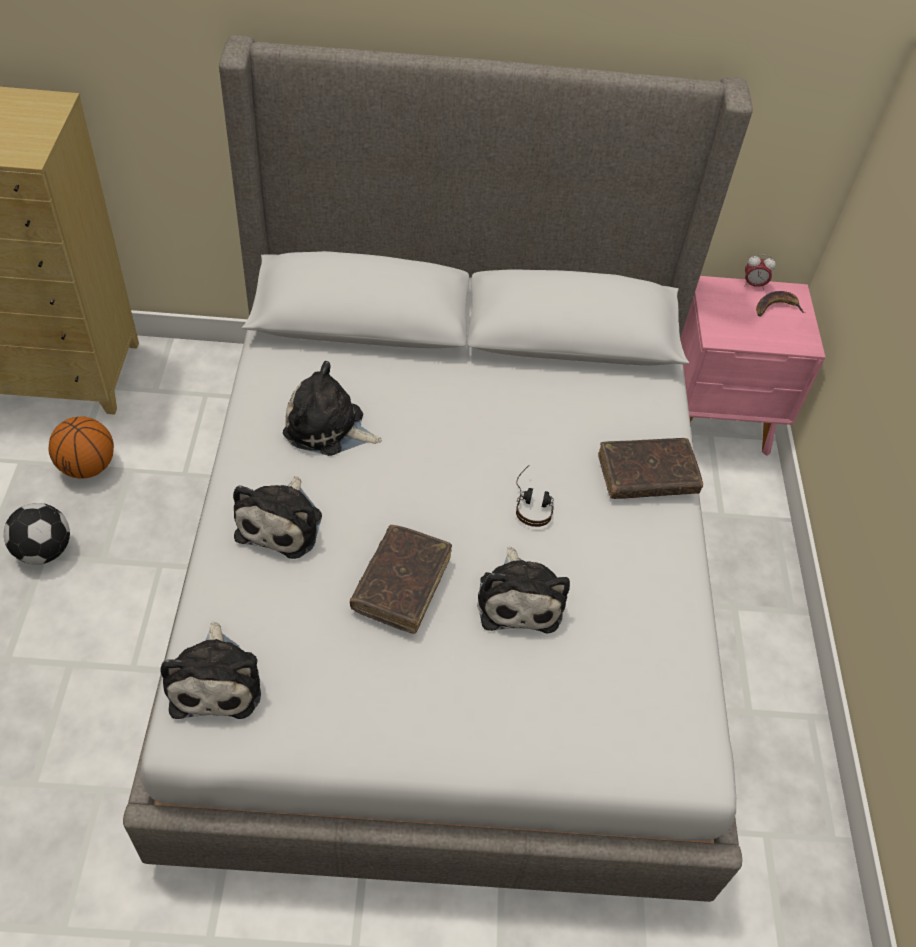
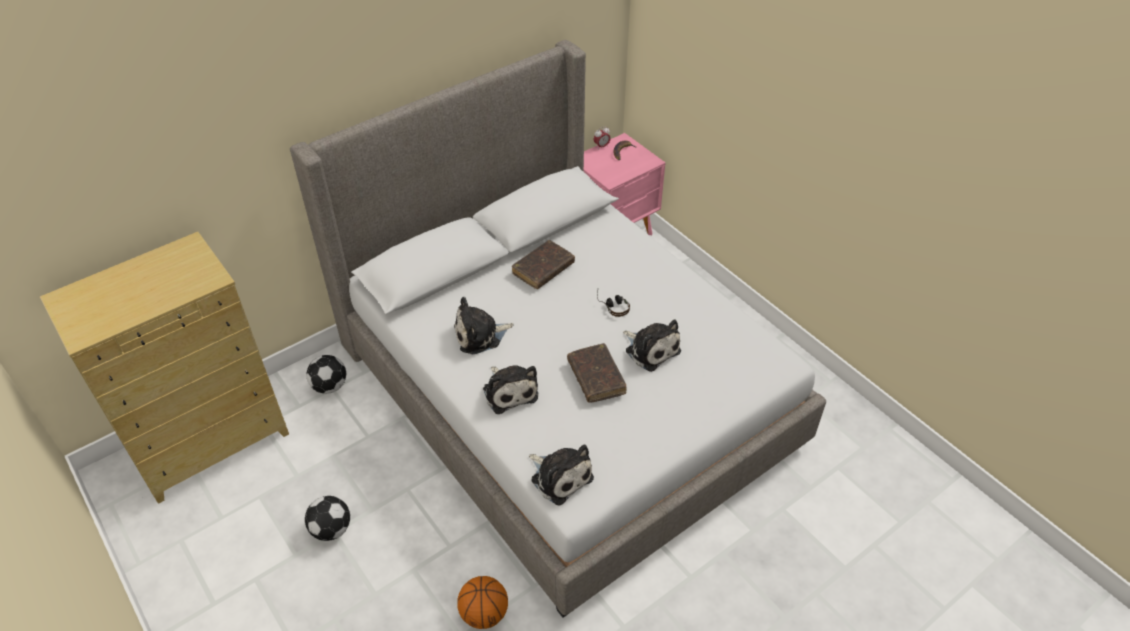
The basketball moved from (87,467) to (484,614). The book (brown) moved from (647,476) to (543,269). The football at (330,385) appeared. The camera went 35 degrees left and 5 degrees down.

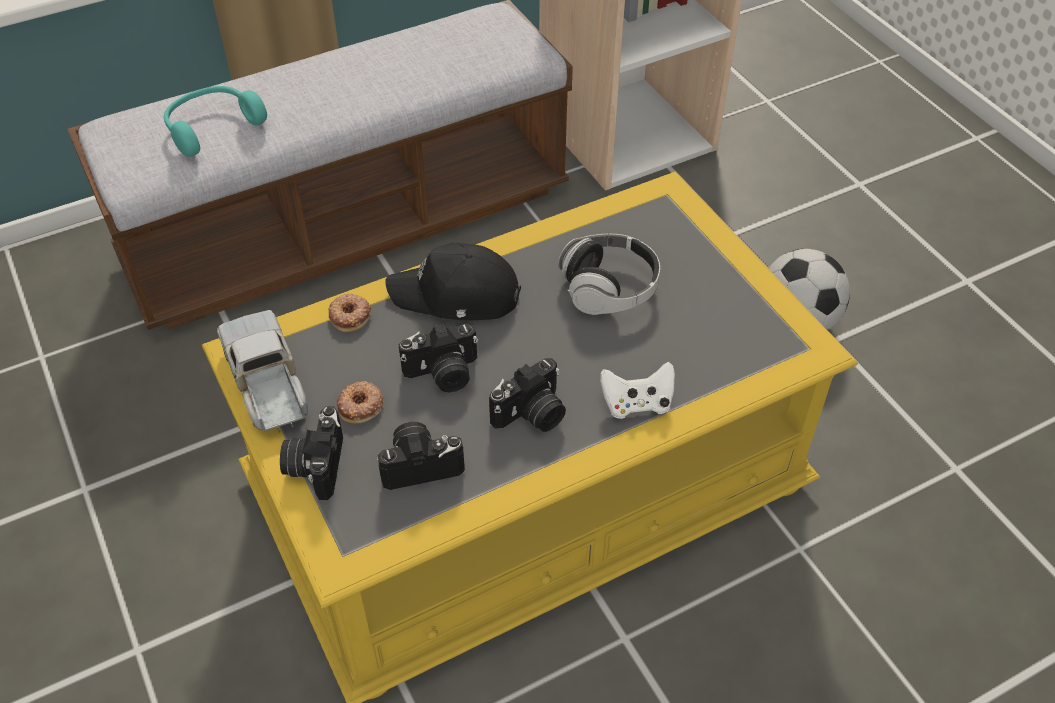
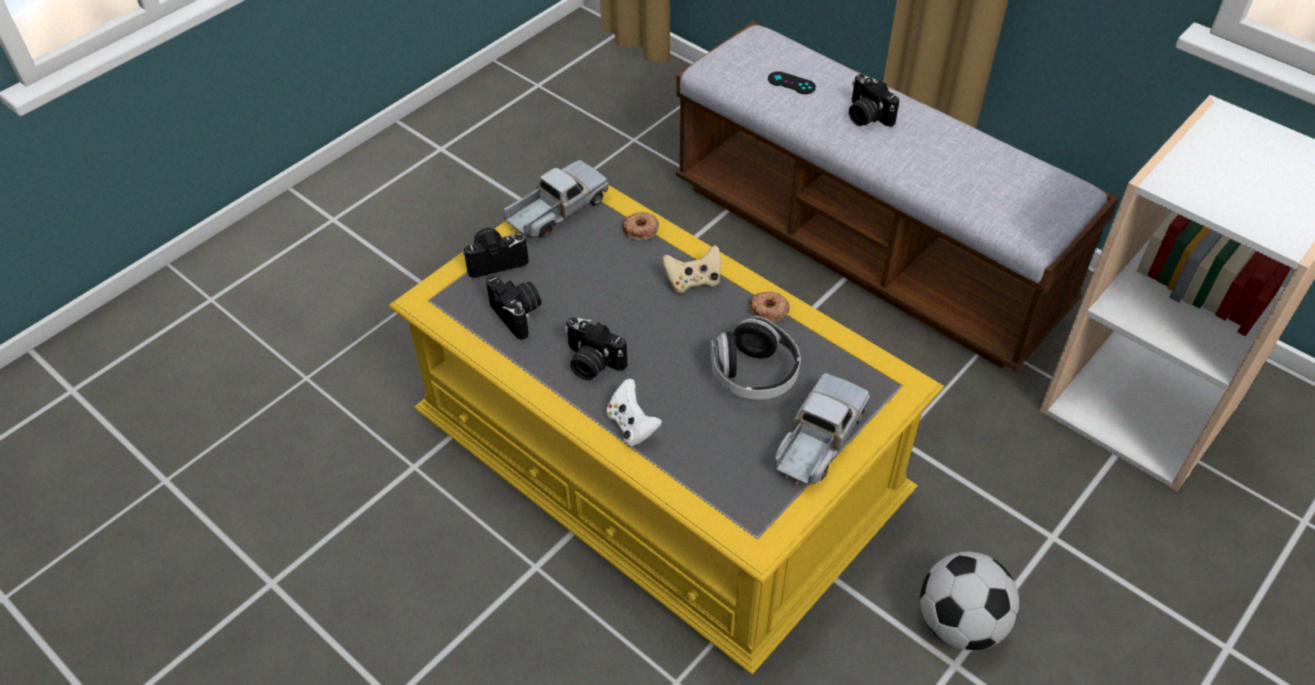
The headphones (turquoise) at (212,127) was replaced by the game controller (black) at (791,83). The cap (black) at (456,296) was replaced by the game controller (beige) at (693,281). The photo camera moved from (443,374) to (866,116). The donut moved from (361,405) to (769,310). The toy truck at (818,440) appeared. The camera went 70 degrees right and 0 degrees up.

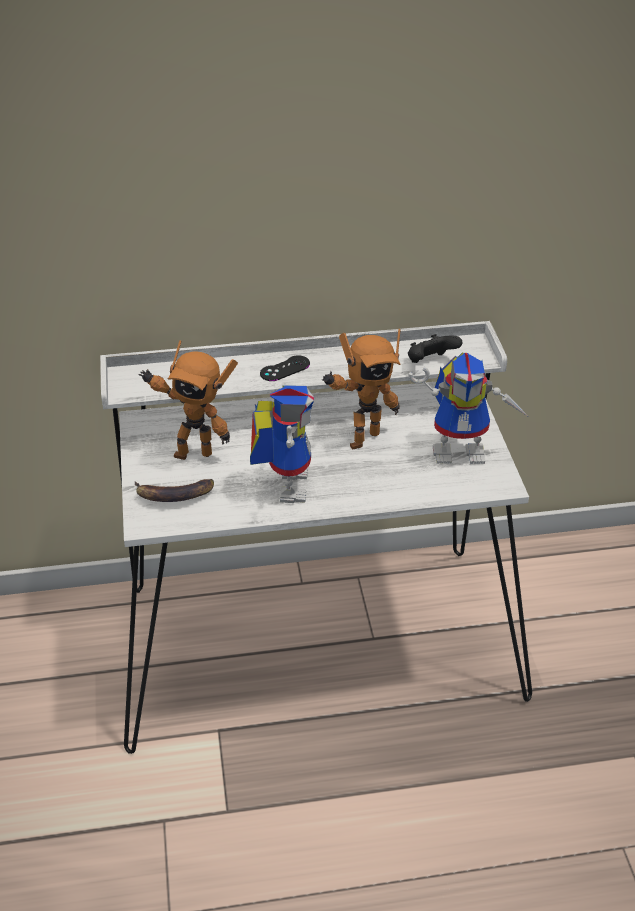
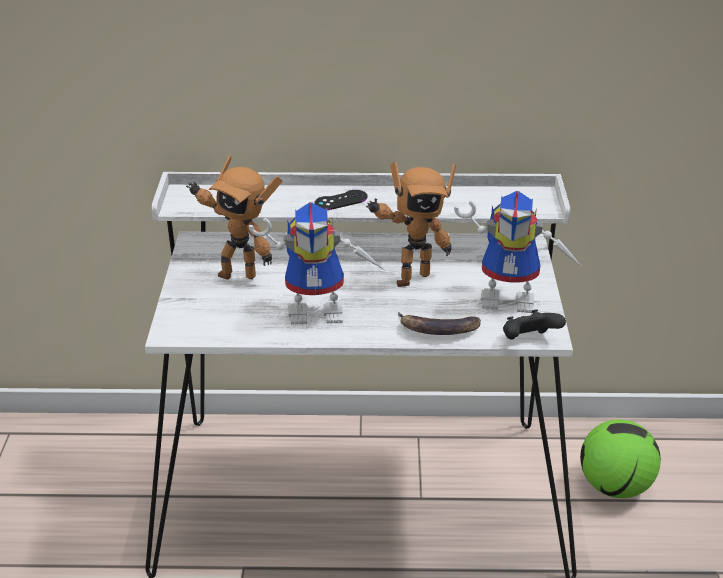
The game controller (black) moved from (430,362) to (528,340). The toy robot at (284,482) turned 75 degrees clockwise. The banana moved from (173,495) to (437,329). The football at (615,485) appeared. The camera went 10 degrees right and 5 degrees down.

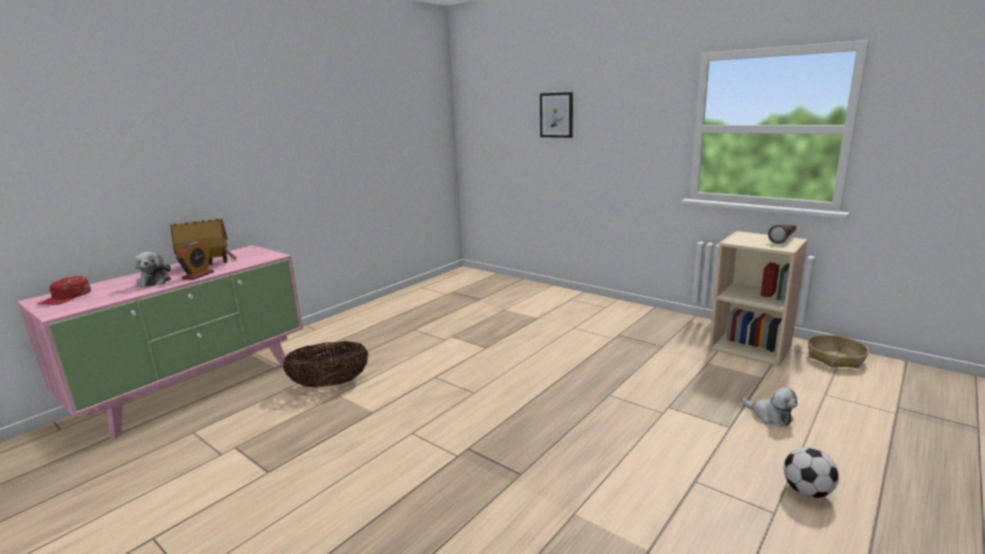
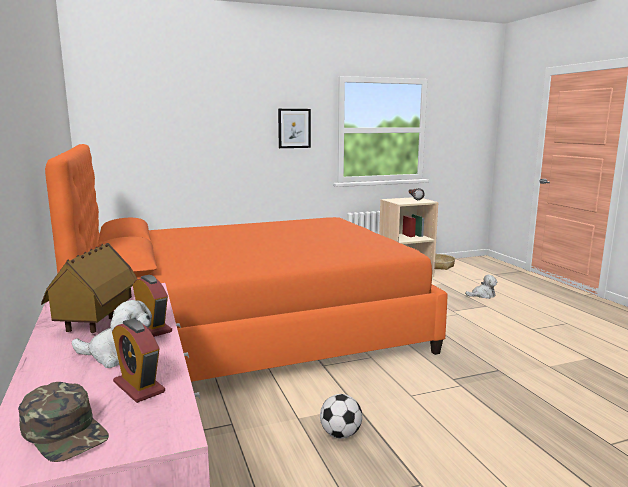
The picture moved from (556,115) to (294,128). The cap (red) at (66,297) became the cap (green) at (65,431). The basket at (330,384) disappeared. The football moved from (807,491) to (340,434). The bed (orange) at (251,333) appeared. The alarm clock at (139,387) appeared. The camera went 60 degrees left and 5 degrees down.

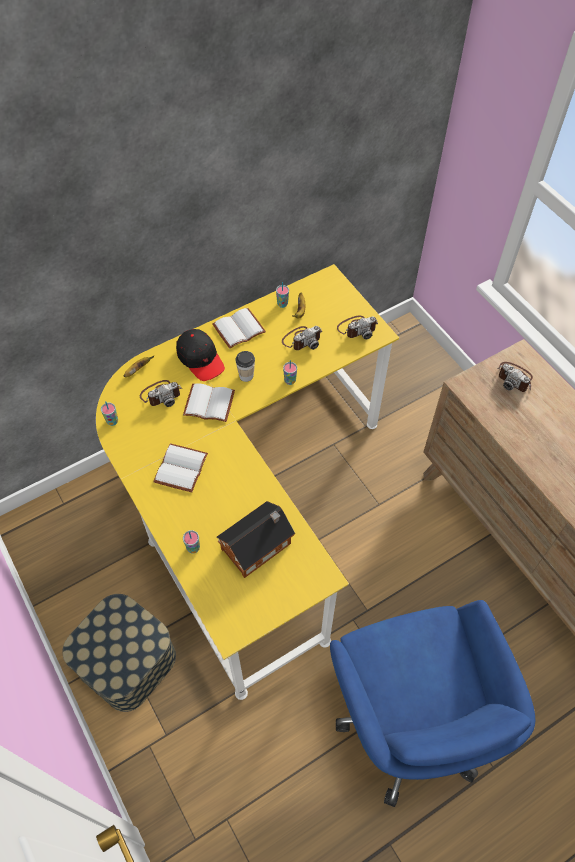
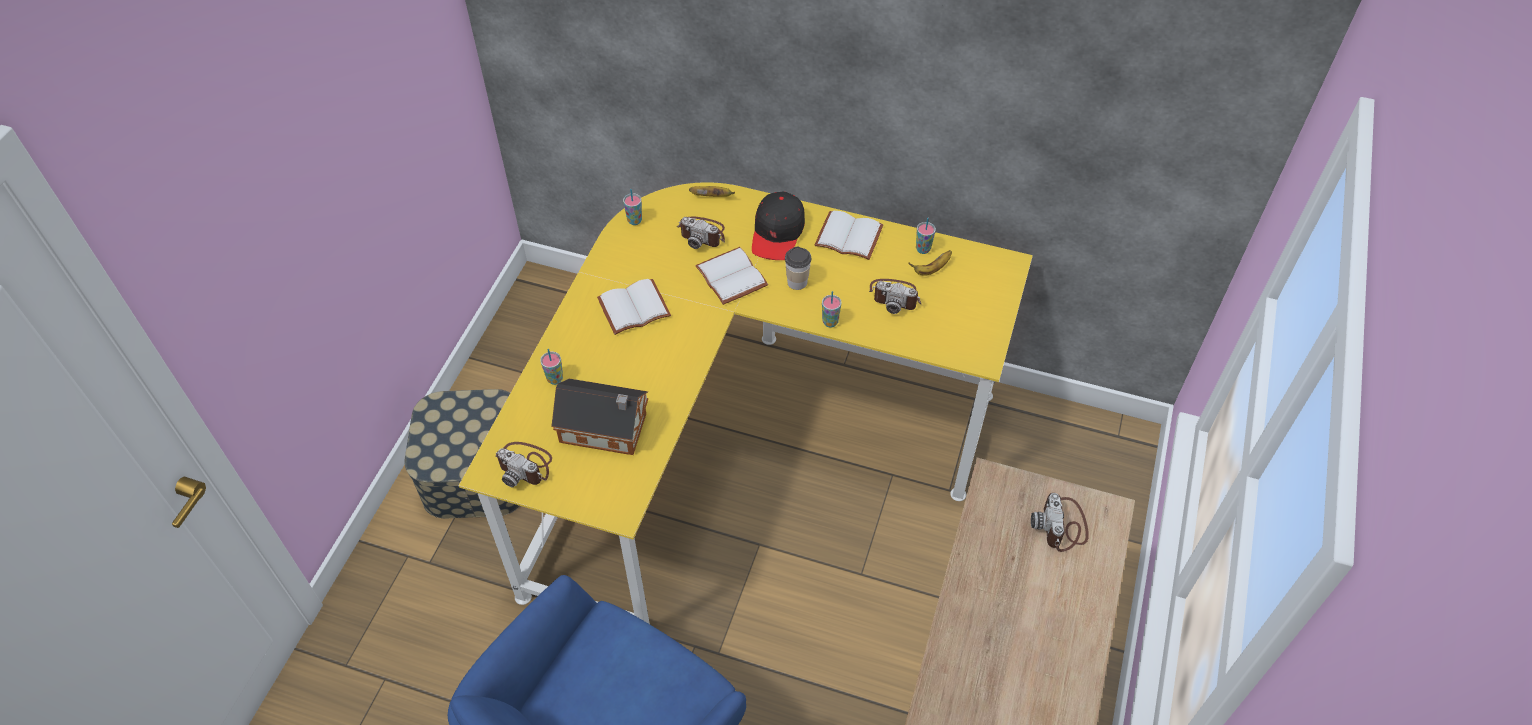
The photo camera moved from (357,328) to (525,465). The camera went 50 degrees right and 5 degrees down.

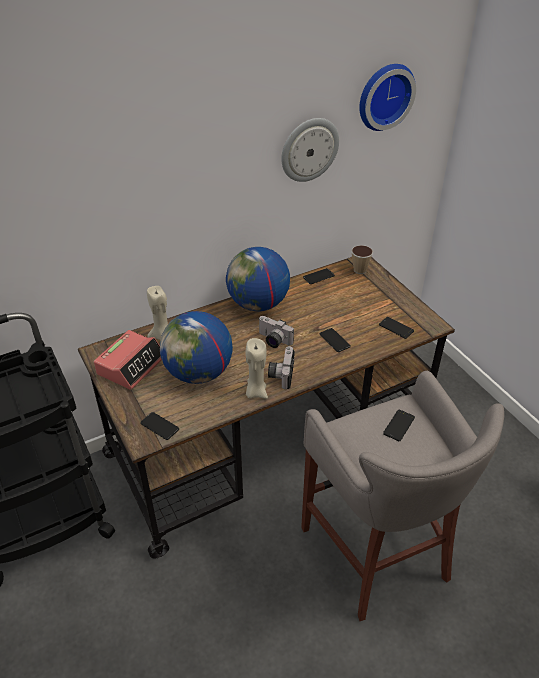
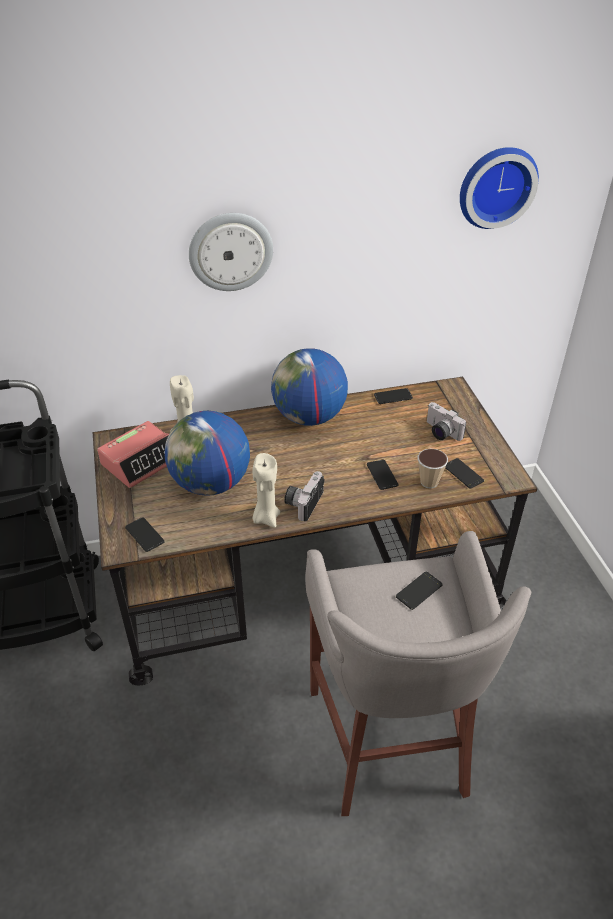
The wall clock moved from (309,149) to (230,251). The cup moved from (360,270) to (429,482). The photo camera moved from (273,340) to (440,432). The camera went 15 degrees right and 0 degrees up.

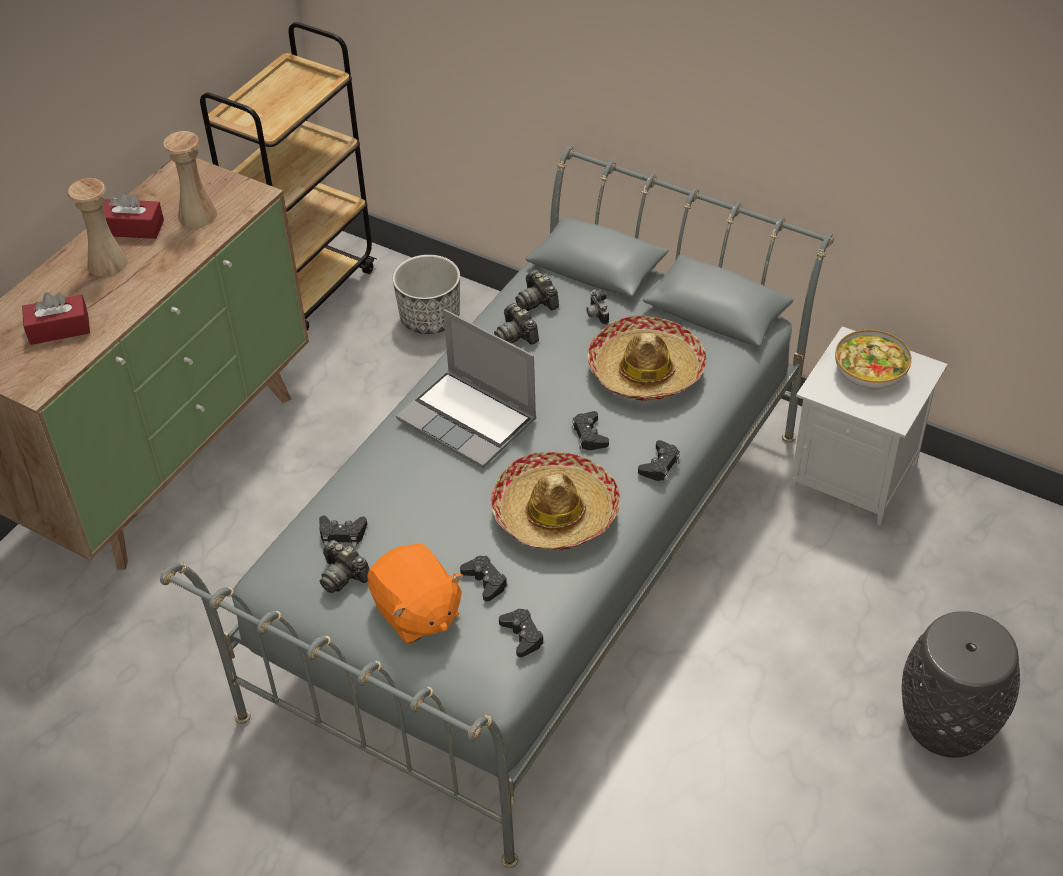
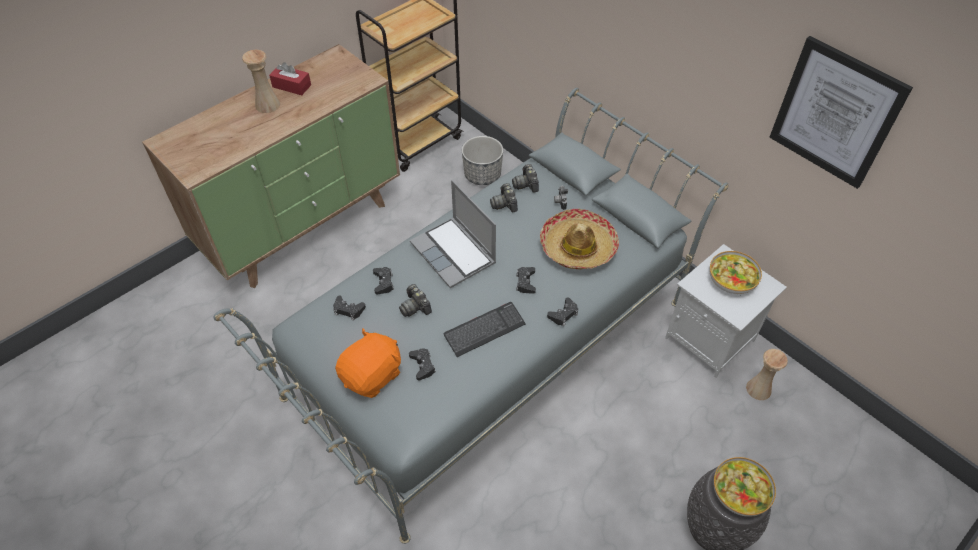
The vase (beige) moved from (197,215) to (758,389). The tissue box (red) at (59,329) disappeared. The hat at (555,512) was replaced by the keyboard at (484,330). The photo camera moved from (343,575) to (415,307). The plush toy (orange) at (416,613) turned 120 degrees counterclockwise. The game controller (black) moved from (522,635) to (383,282). The picture at (835,113) appeared. The bowl at (739,493) appeared. The camera went 15 degrees right and 5 degrees up.

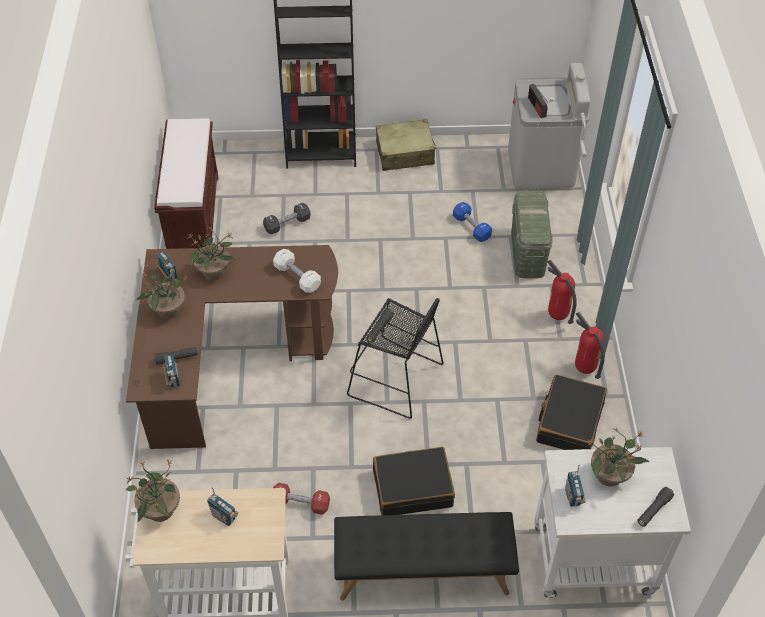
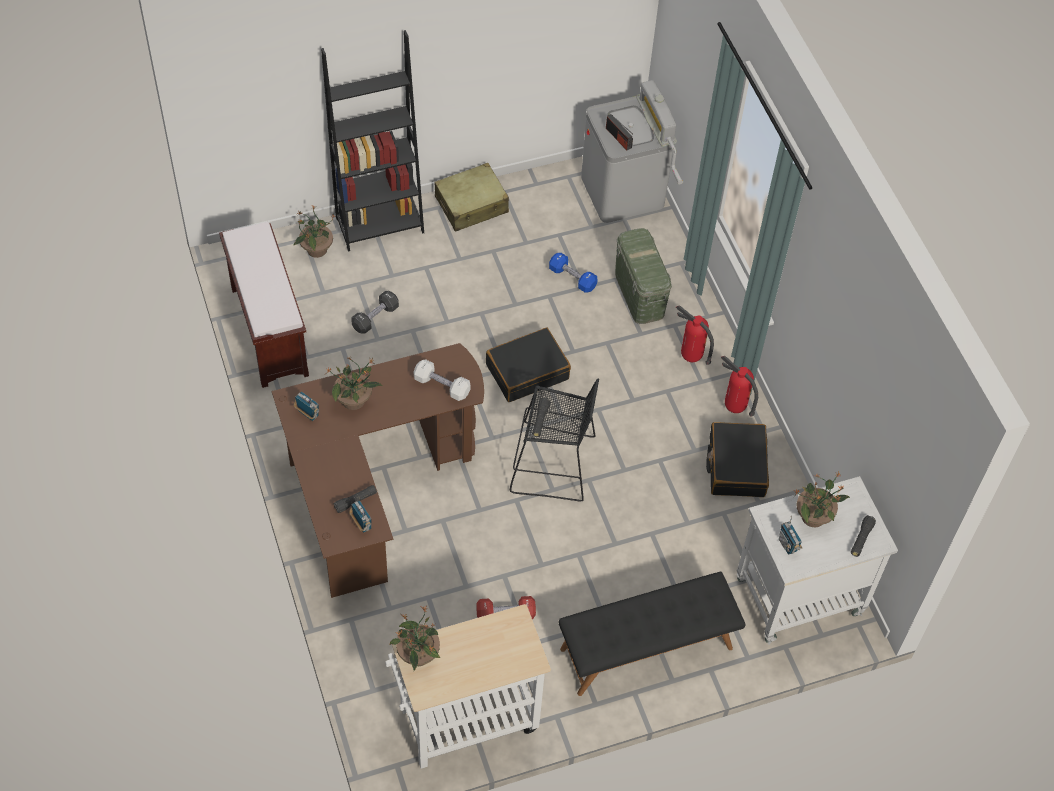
The potted plant moved from (168,310) to (316,250). The suitcase (black) moved from (412,487) to (527,371). The radio at (224,517) disappeared. The camera went 20 degrees left and 5 degrees up.

